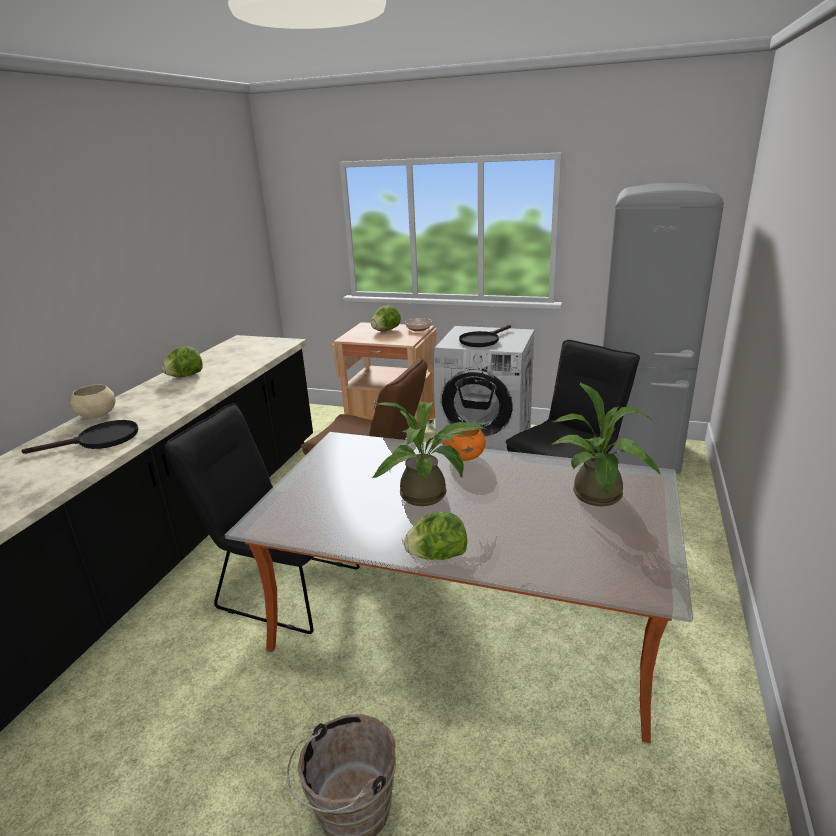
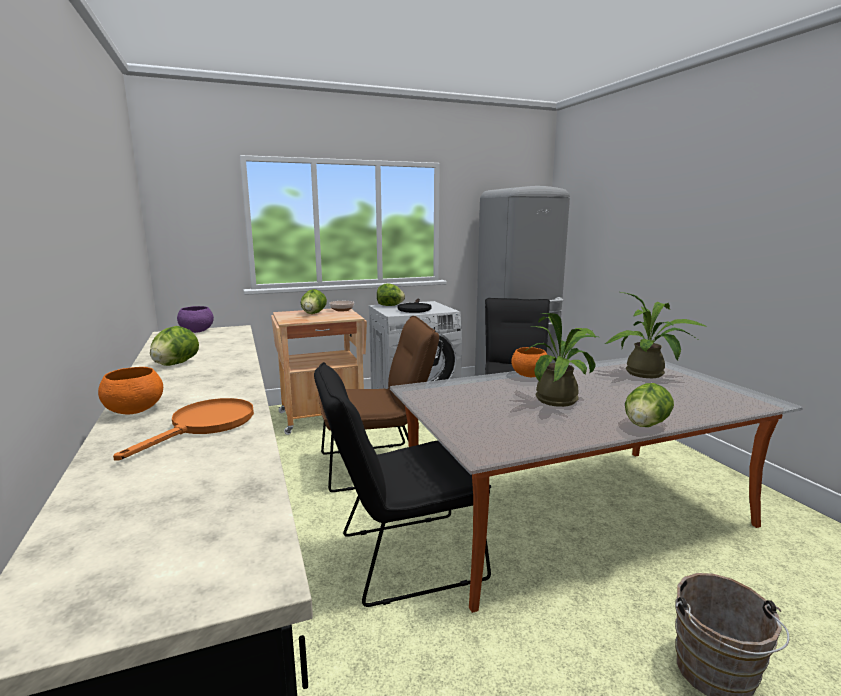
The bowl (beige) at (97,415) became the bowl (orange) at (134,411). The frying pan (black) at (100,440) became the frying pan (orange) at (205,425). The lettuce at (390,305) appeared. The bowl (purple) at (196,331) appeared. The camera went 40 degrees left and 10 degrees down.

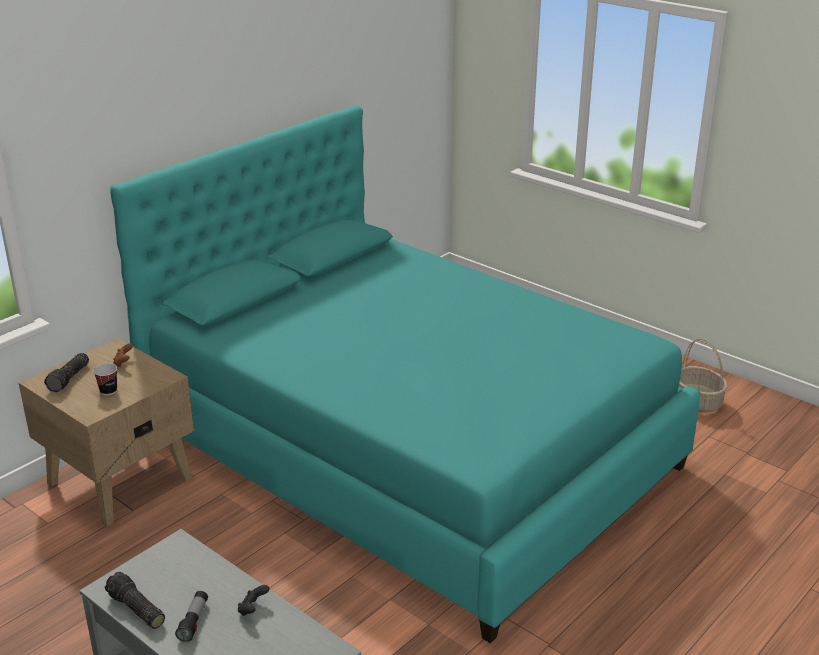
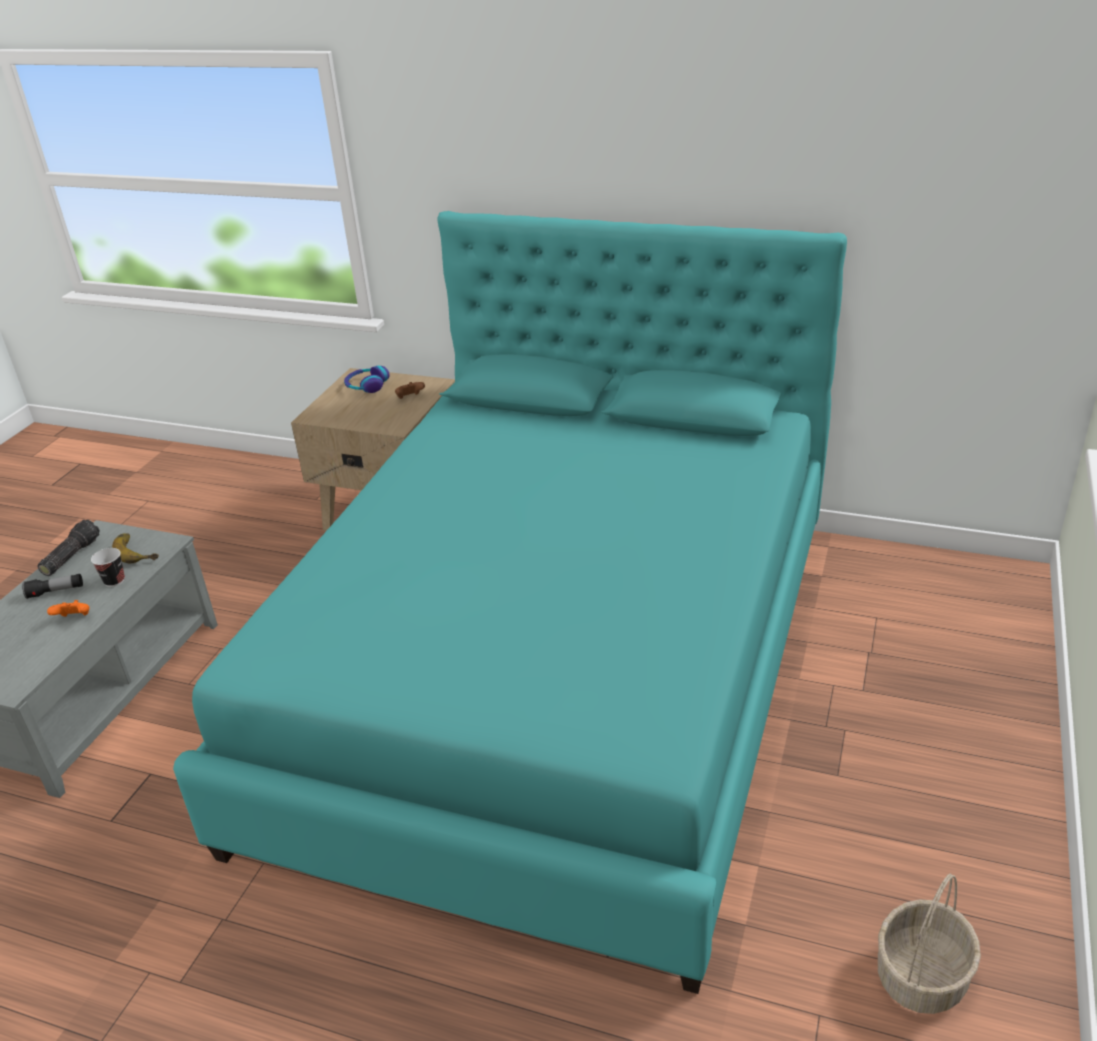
The flashlight at (70,379) was replaced by the headphones at (367,386). The cup moved from (108,391) to (114,581). The game controller (black) at (252,609) became the game controller (orange) at (74,618). The banana at (138,550) appeared. The camera went 70 degrees right and 5 degrees up.

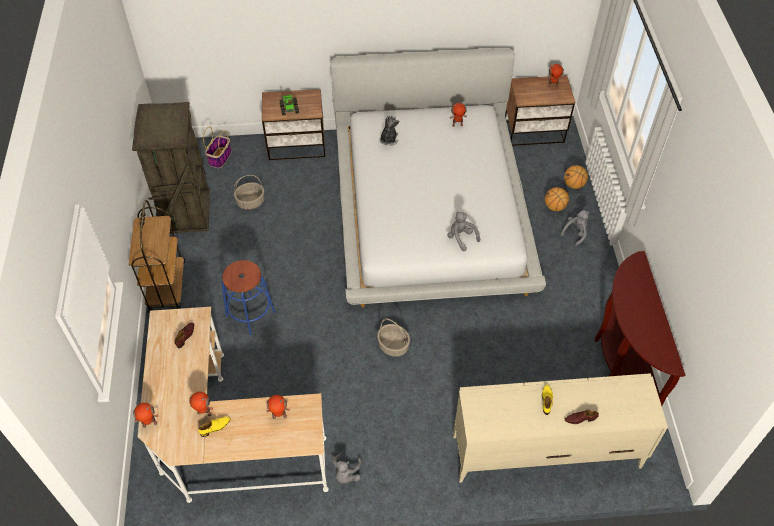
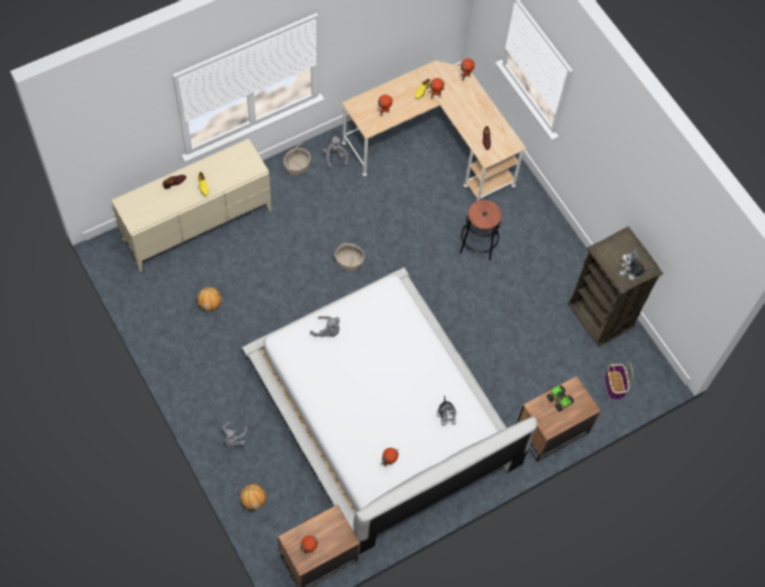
The basket moved from (250,202) to (297,166). The basketball moved from (554,207) to (210,304). The cart (brown) at (167,288) disappeared. The console table (brown) at (623,359) disappeared. The stool (blue) at (250,314) became the stool (black) at (478,243). The plush toy at (631,271) appeared. The camera went 150 degrees right and 10 degrees up.

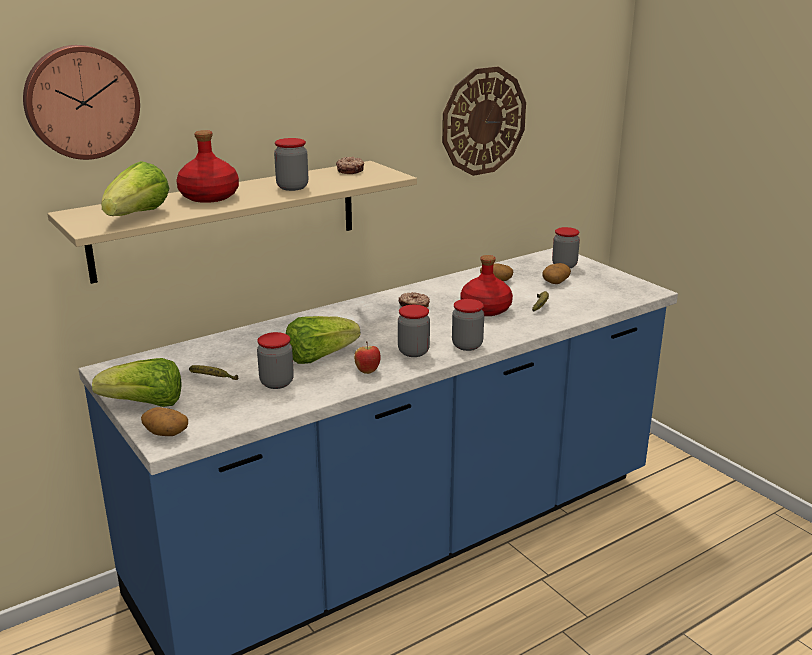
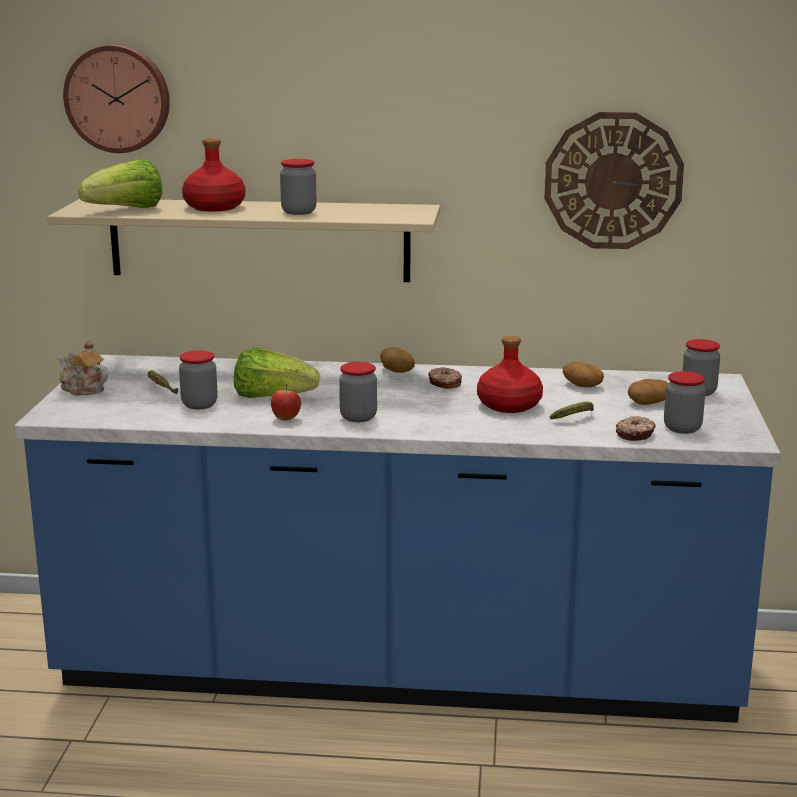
The donut moved from (351,170) to (635,435). The jar moved from (467,345) to (682,428). The lettuce at (145,404) was replaced by the teapot at (83,389). The potato moved from (165,433) to (396,370). The camera went 40 degrees right and 5 degrees down.

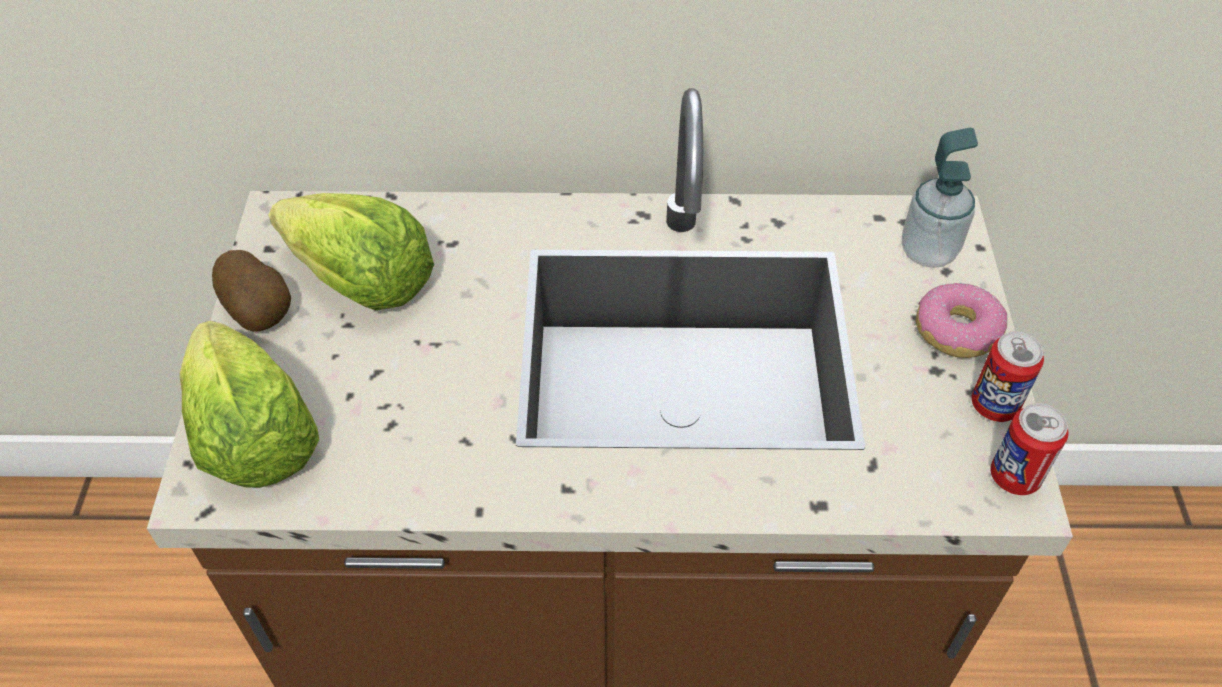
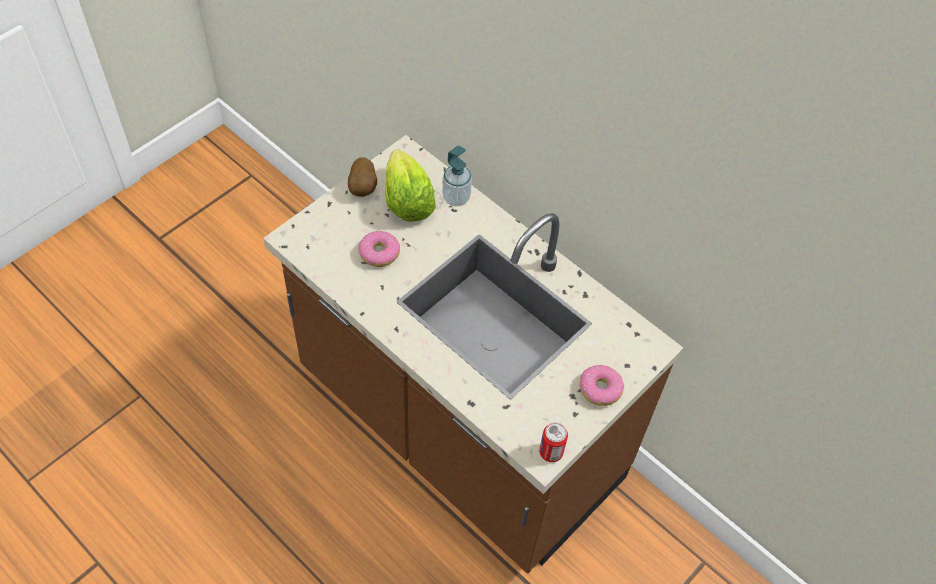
The soap dispenser moved from (928,251) to (456,198). The lettuce at (253,437) disappeared. The can at (994,405) disappeared. The donut at (379,253) appeared. The camera went 40 degrees right and 5 degrees up.

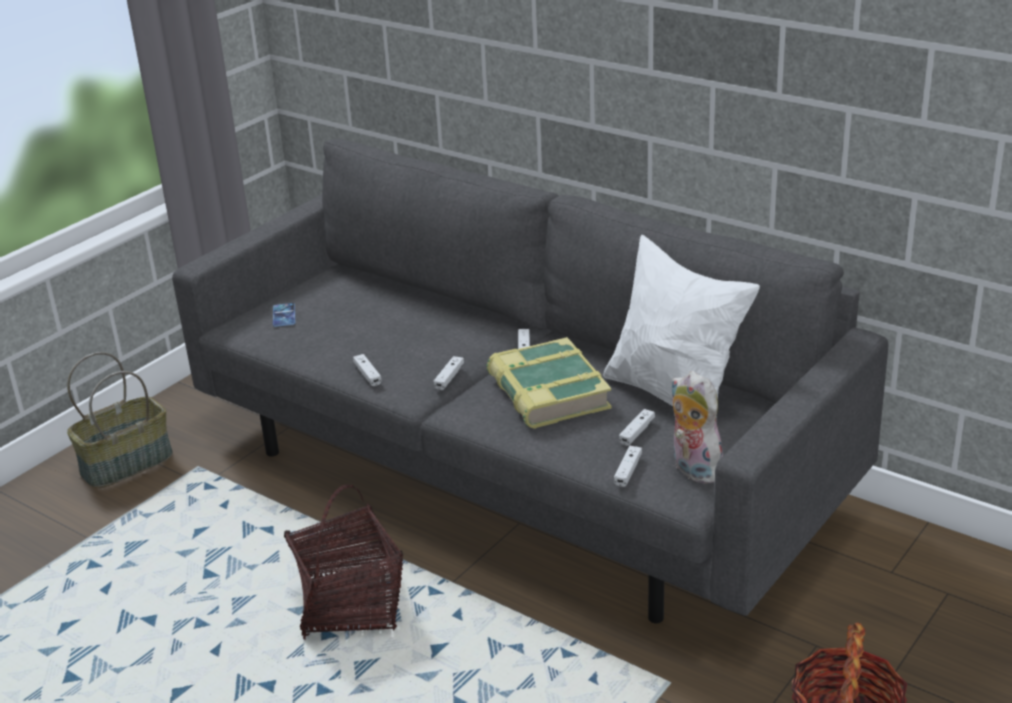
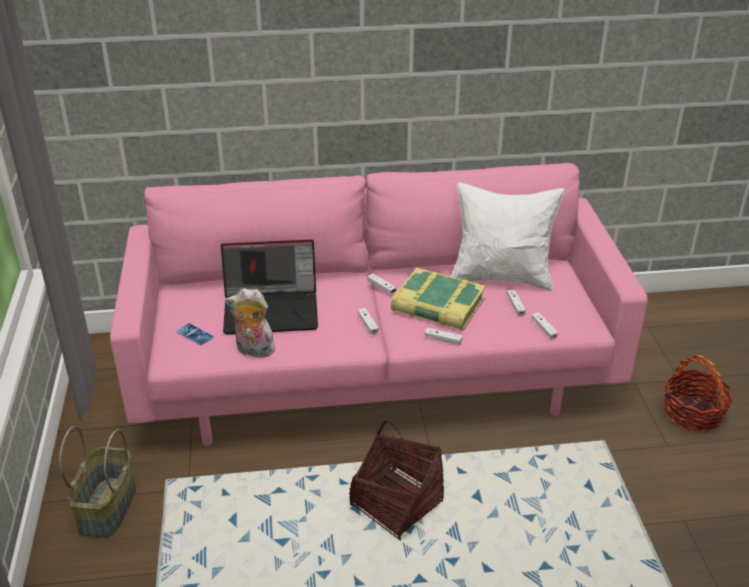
The sofa (grey) at (512,472) became the sofa (pink) at (374,375). The game controller (white) moved from (367,375) to (443,340). The plush toy moved from (692,469) to (253,351). The laptop at (272,310) appeared. The camera went 45 degrees left and 5 degrees up.

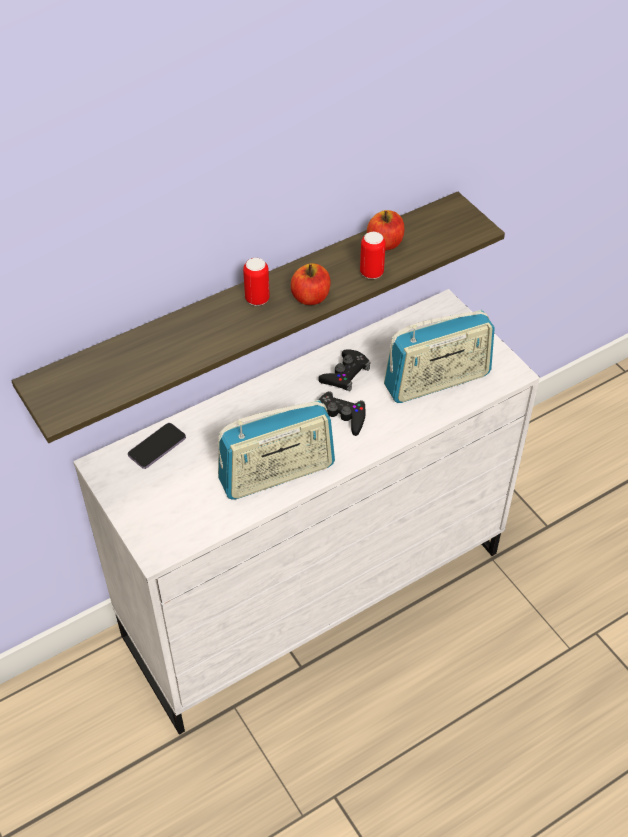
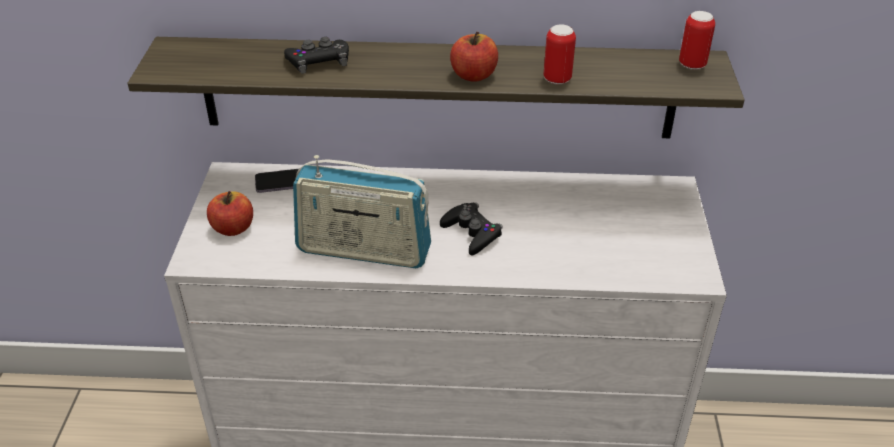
The apple moved from (385,243) to (233,228). The can moved from (257,299) to (692,64). The radio at (437,381) disappeared. The game controller (black) moved from (345,374) to (318,61). The camera went 35 degrees right and 10 degrees down.

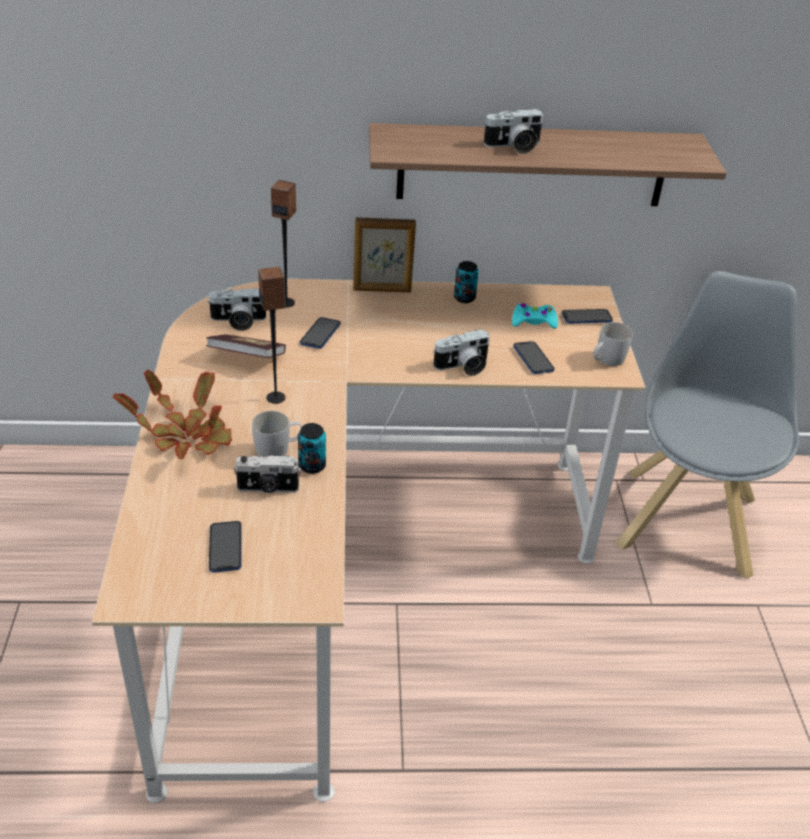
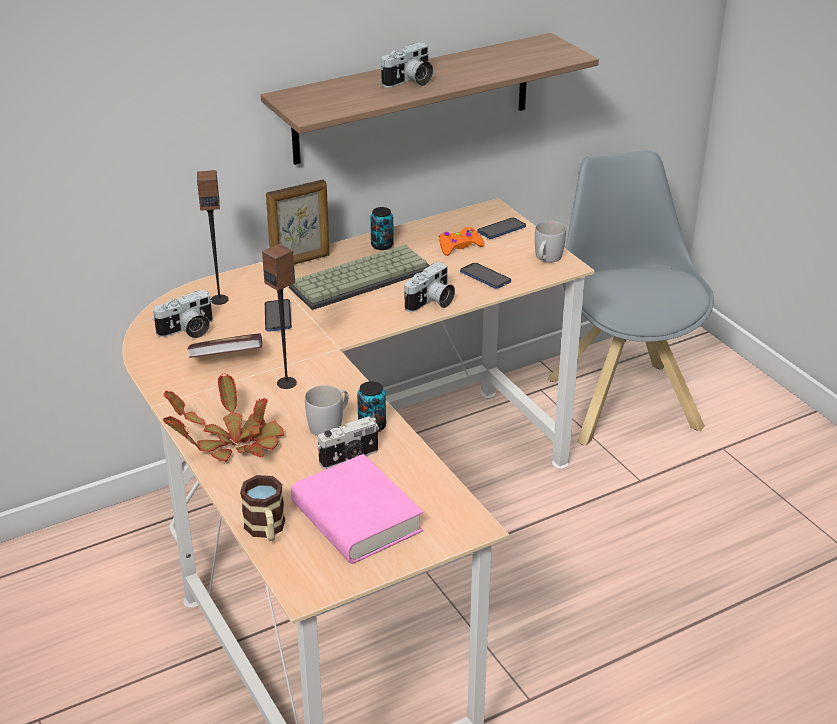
The game controller (turquoise) at (533,321) became the game controller (orange) at (459,246). The phone at (225,548) was replaced by the book (pink) at (356,517). The keyboard at (361,277) appeared. The mug at (266,530) appeared. The camera went 25 degrees left and 5 degrees down.

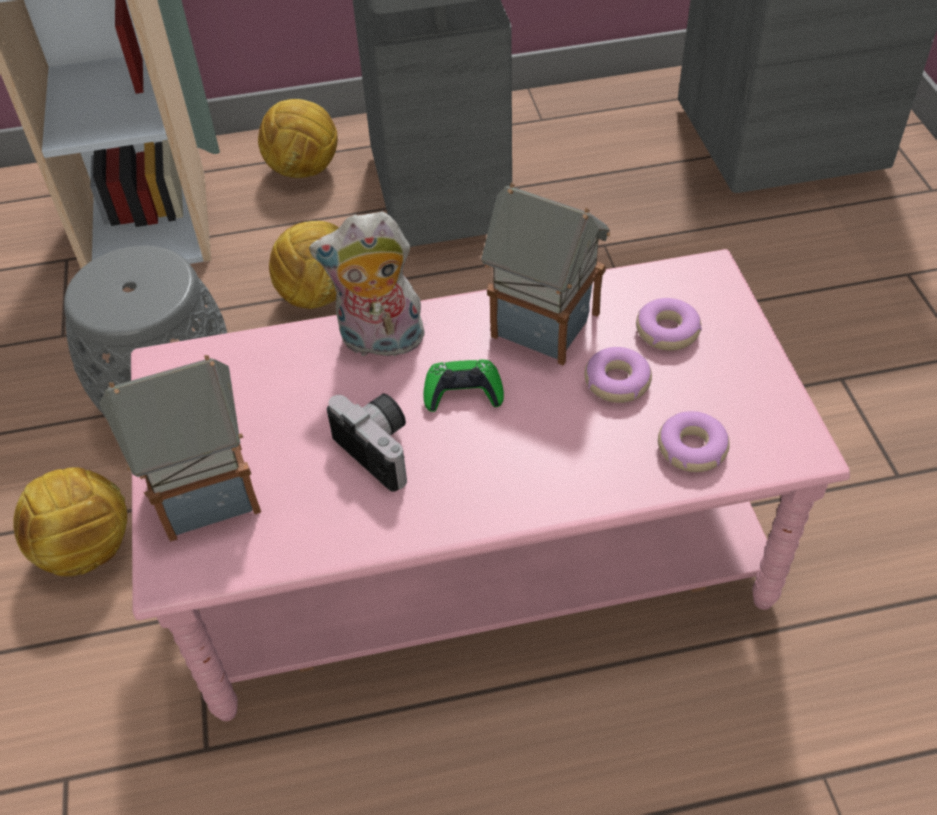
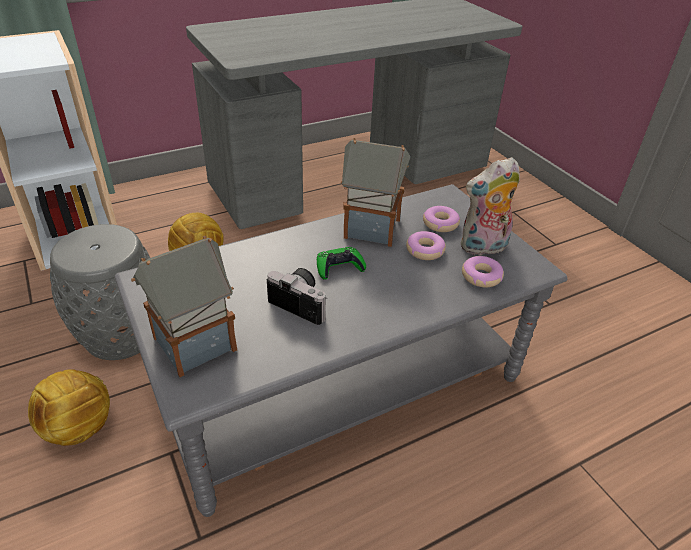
The football at (304,171) disappeared. The plush toy moved from (379,343) to (483,248). The coffee table (pink) at (478,556) became the coffee table (grey) at (341,384). The camera went 20 degrees left and 10 degrees down.

